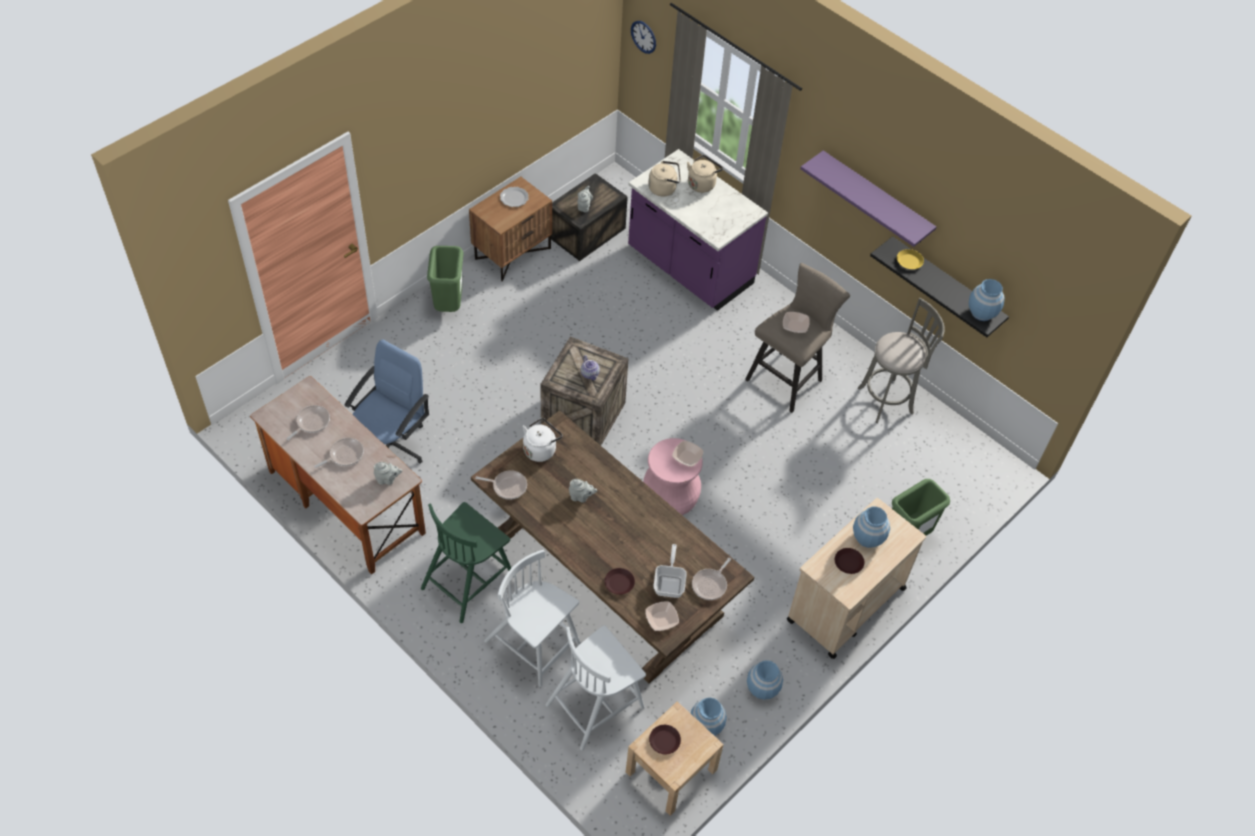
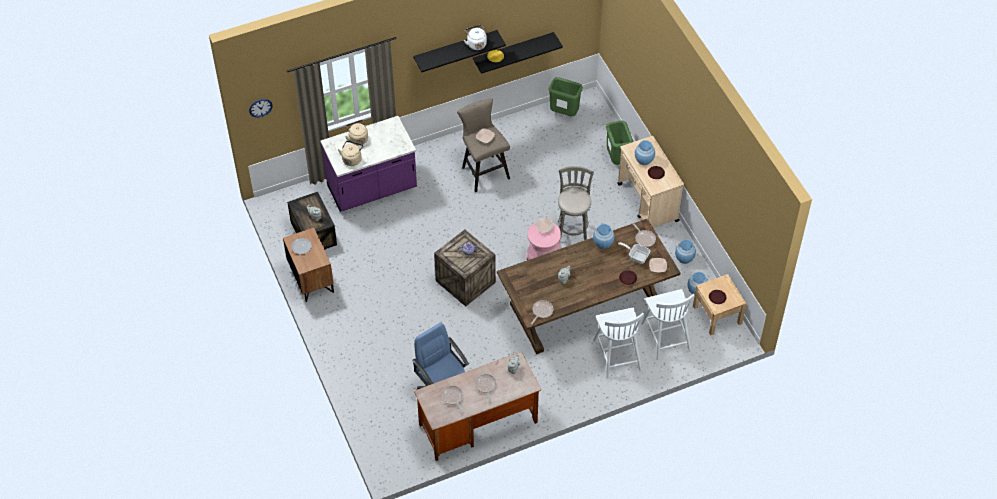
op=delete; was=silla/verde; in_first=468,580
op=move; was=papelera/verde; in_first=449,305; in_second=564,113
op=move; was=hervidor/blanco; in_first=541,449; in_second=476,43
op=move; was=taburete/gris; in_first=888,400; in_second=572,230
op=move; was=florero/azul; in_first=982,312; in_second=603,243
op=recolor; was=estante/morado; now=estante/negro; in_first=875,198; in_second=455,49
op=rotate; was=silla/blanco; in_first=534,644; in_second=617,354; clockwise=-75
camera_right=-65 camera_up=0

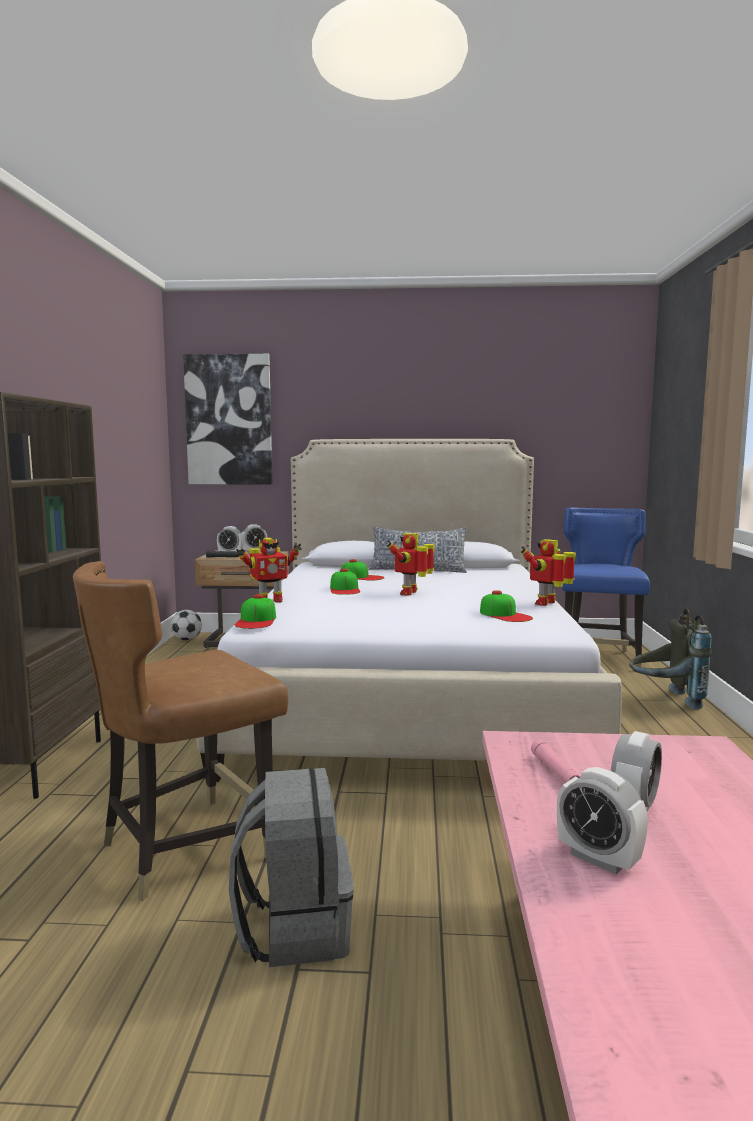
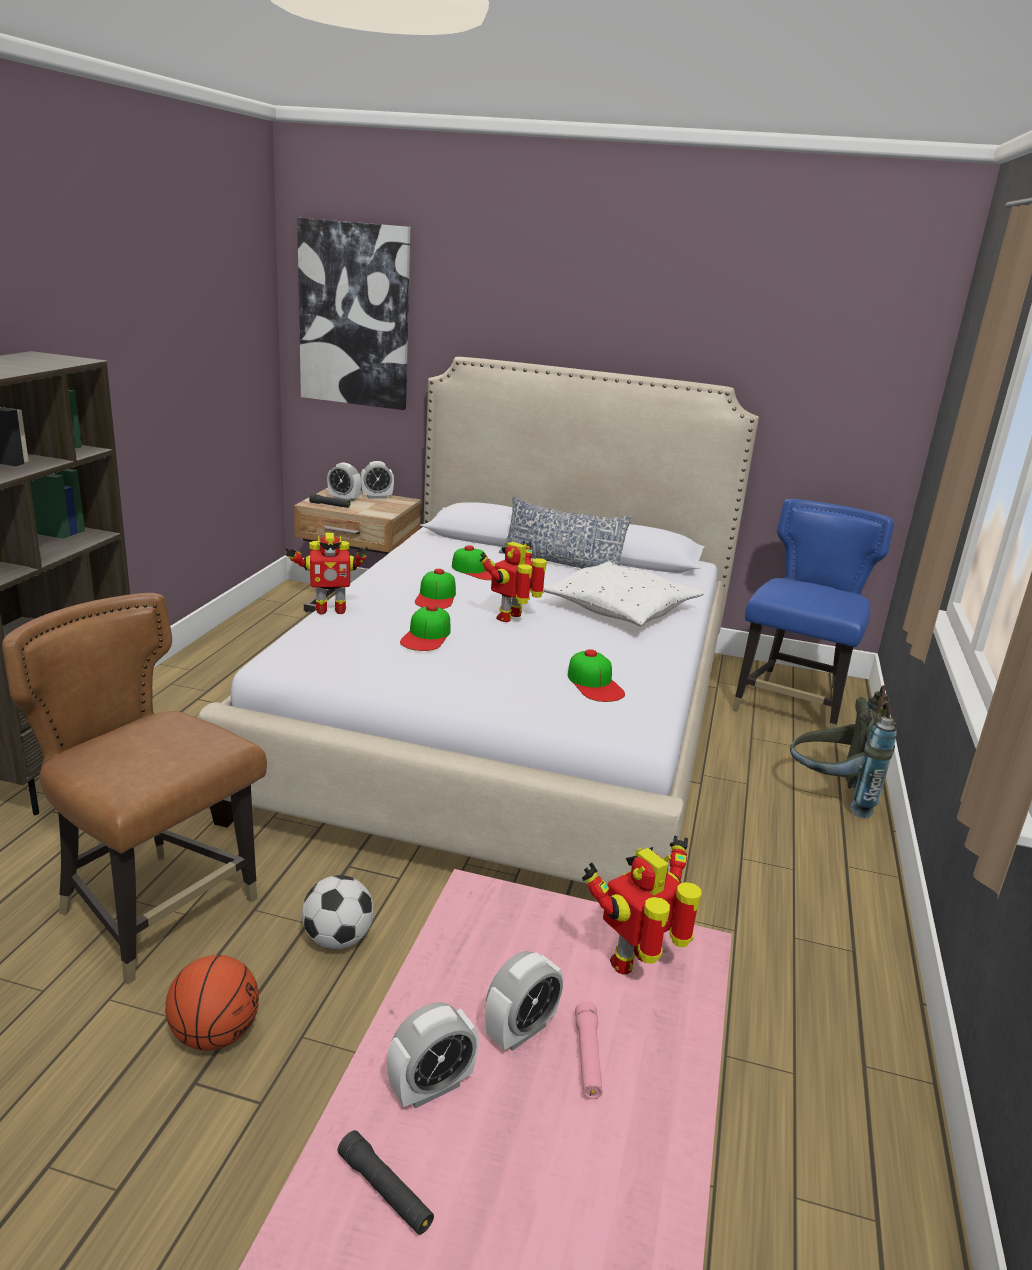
op=insert; now=linterna/negro; in_second=385,1191
op=insert; now=cojín/blanco; in_second=620,608
op=move; was=balón de fútbol; in_first=186,639; in_second=338,939
op=move; was=gorra; in_first=256,620; in_second=426,636
op=move; was=robot de juguete; in_first=548,603; in_second=637,962
op=move; was=linterna/rosa; in_first=555,772; in_second=588,1057
op=replace; was=mochila/gris; now=balón de baloncesto; in_first=294,928; in_second=214,1034
op=rotate; was=silla/marrón; in_first=186,847; in_second=155,910; clockwise=60
op=rotate; was=despertador; in_first=598,858; in_second=431,1087; clockwise=-90
camera_right=10 camera_up=15

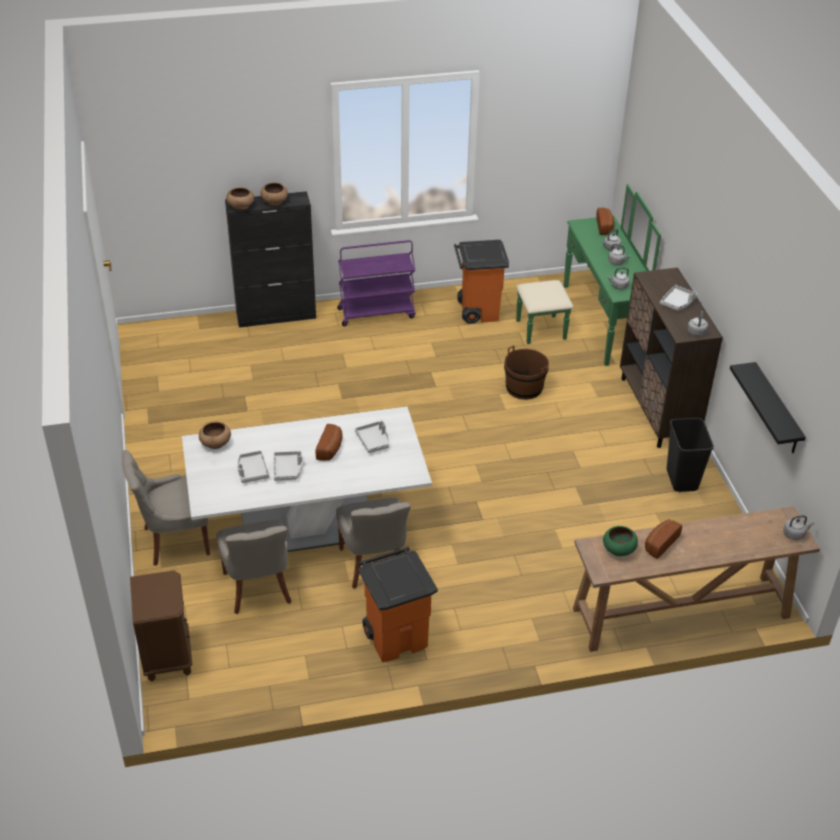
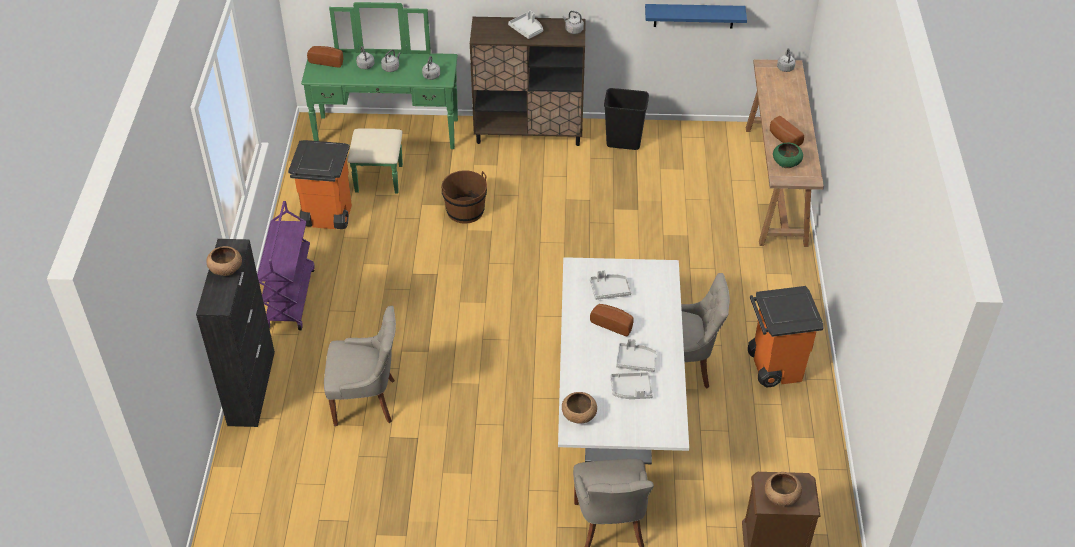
op=move; was=silla/gris; in_first=258,589; in_second=366,401
op=move; was=cuenco/marrón; in_first=240,206; in_second=781,496
op=recolor; was=estante/negro; now=estante/azul; in_first=776,410; in_second=694,16
camera_right=-75 camera_up=5

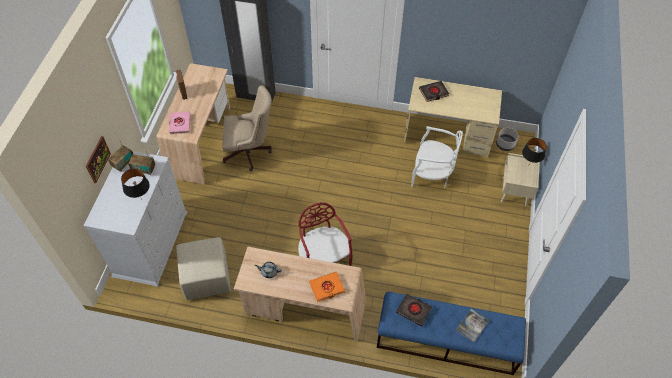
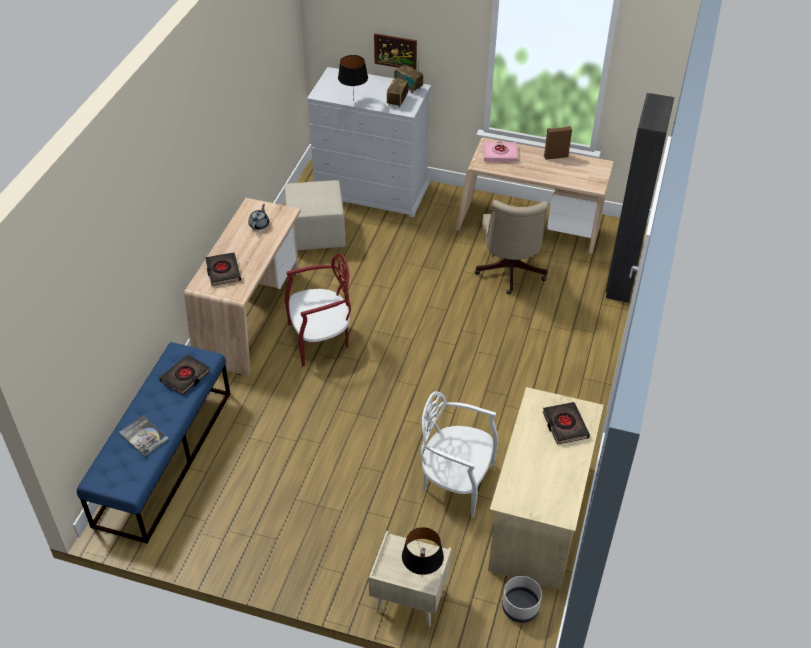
op=recolor; was=libro/naranja; now=libro/negro; in_first=327,288; in_second=223,271
op=rotate; was=silla/blanco; in_first=432,175; in_second=456,482; clockwise=90
camera_right=95 camera_up=-10

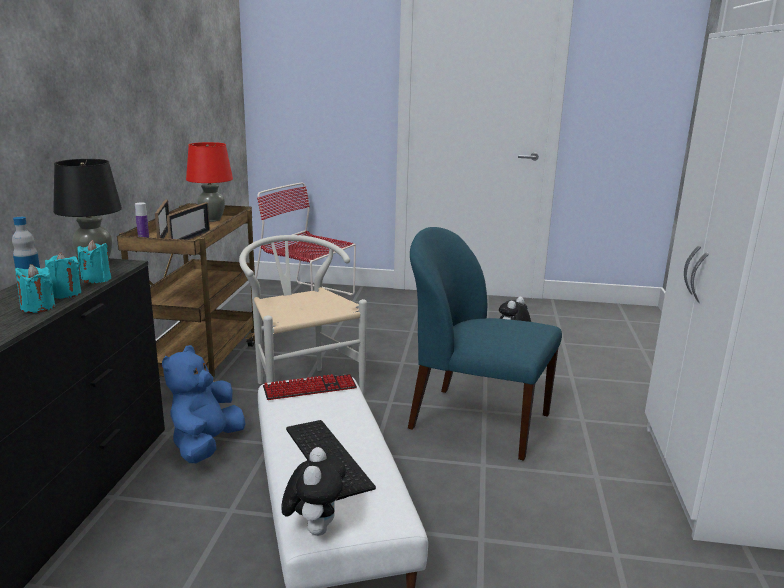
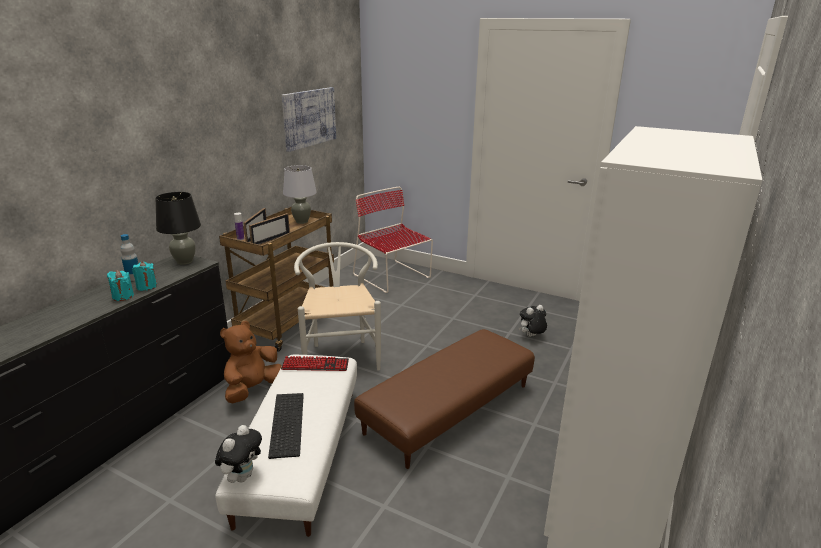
op=delete; was=vela/turquesa; in_first=96,279
op=insert; now=cuadro; in_second=309,118
op=replace; was=silla/azul; now=puf/marrón; in_first=476,421; in_second=448,408
op=recolor; was=peluche/azul; now=peluche/marrón; in_first=206,445; in_second=252,389
op=recolor; was=lámpara de mesa/rojo; now=lámpara de mesa/gris; in_first=212,219; in_second=301,221
camera_right=20 camera_up=5

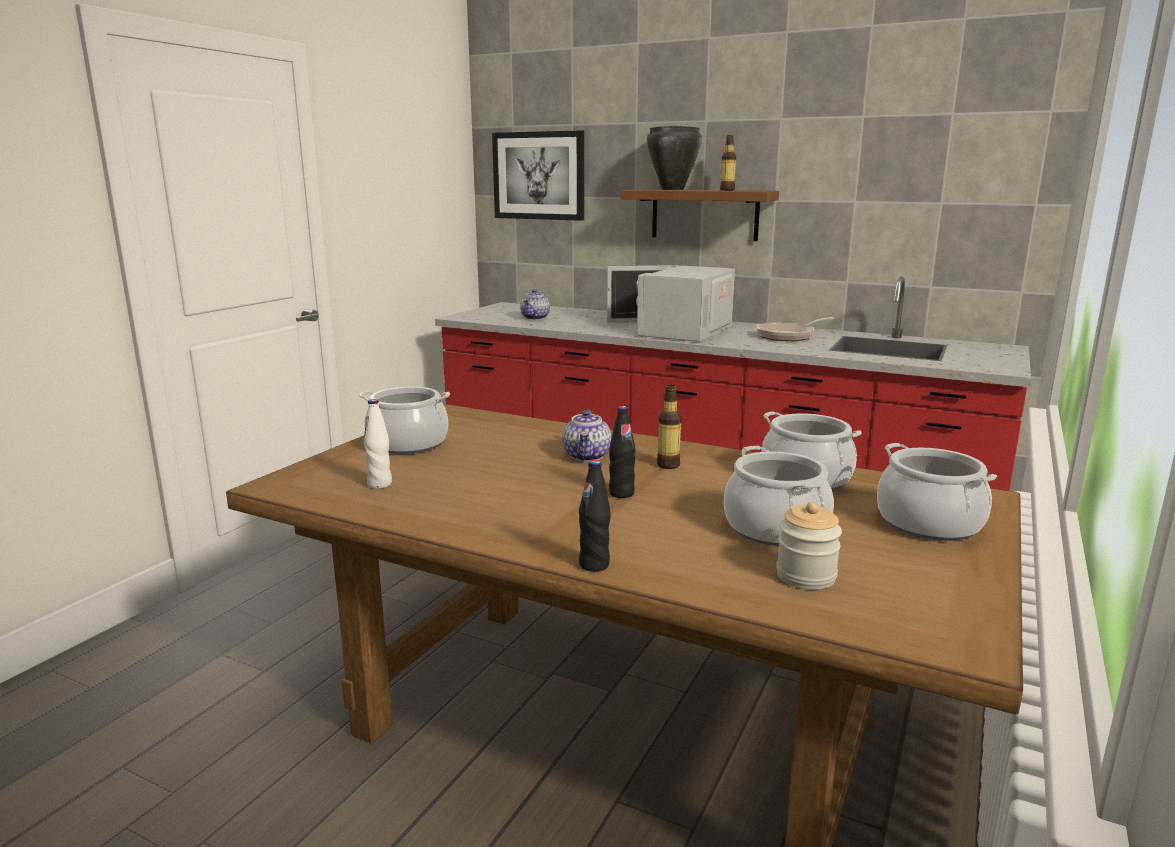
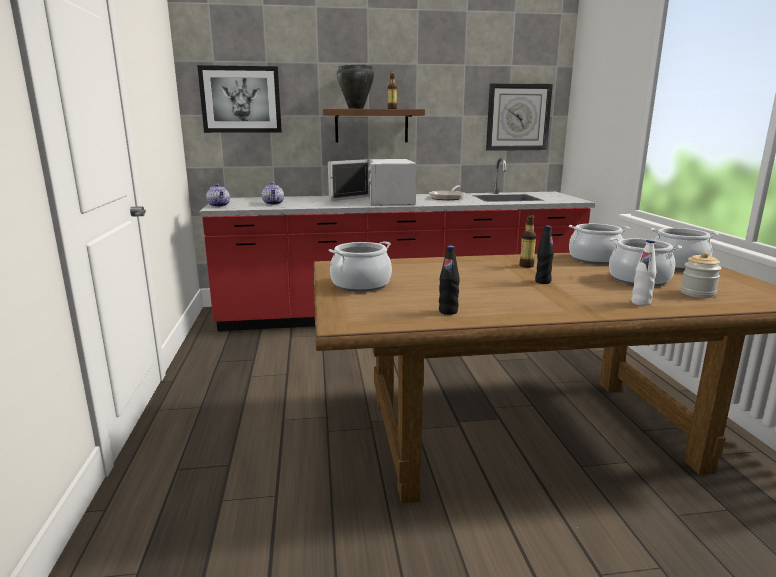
op=insert; now=reloj de pared; in_second=518,117
op=move; was=botella/blanco; in_first=380,484; in_second=641,303
op=move; was=tetera; in_first=587,456; in_second=219,205
op=move; was=botella/negro; in_first=594,565; in_second=448,311
camera_right=-35 camera_up=0

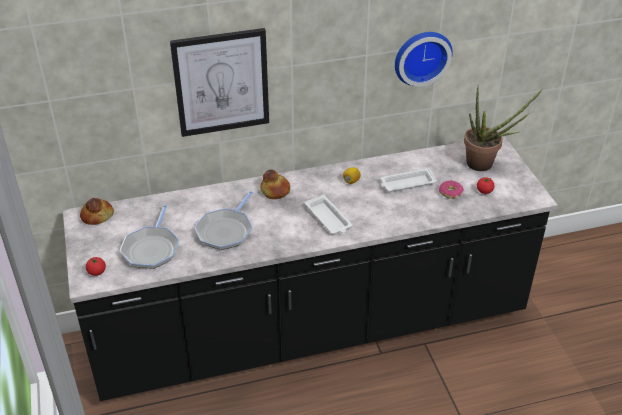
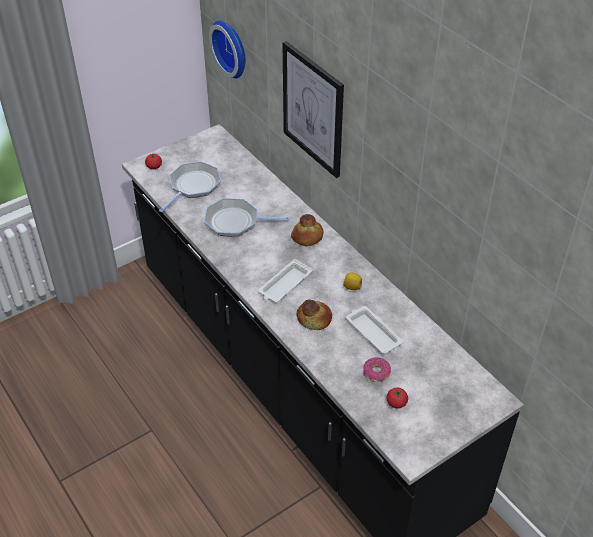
op=delete; was=planta en maceta; in_first=485,164
op=move; was=pan; in_first=97,215; in_second=314,318
op=move; was=reloj de pared; in_first=421,56; in_second=232,47
op=rotate; was=sartén; in_first=151,248; in_second=193,186; clockwise=135
camera_right=70 camera_up=5

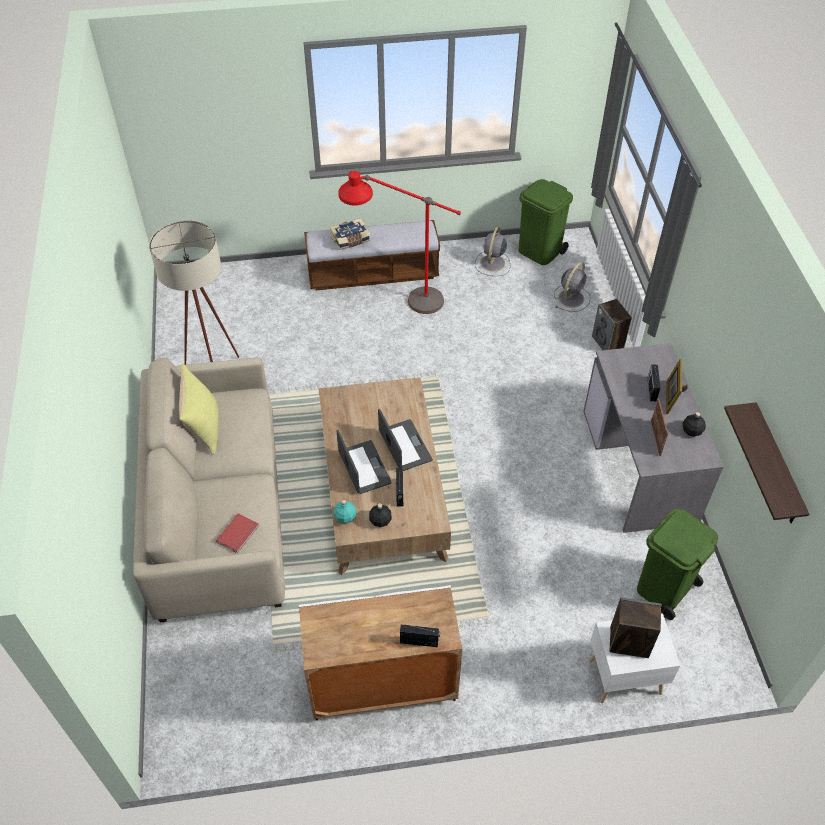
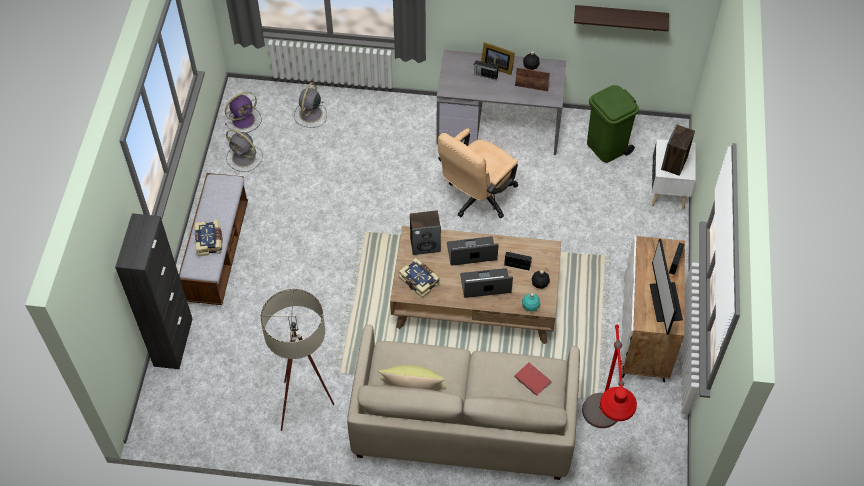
op=insert; now=armario/negro; in_second=173,342
op=insert; now=libro; in_second=420,280
op=insert; now=silla de oficina/beis; in_second=477,198
op=insert; now=monitor; in_second=664,302
op=move; was=lámpara de pie/rojo; in_first=400,303; in_second=600,435
op=move; was=altavoz; in_first=608,342; in_second=425,245
op=replace; was=papelera/verde; now=ventilador/morado; in_first=540,251; in_second=244,120
op=rotate; was=ventilador/gris; in_first=571,297; in_second=310,114; clockwise=-120
camera_right=-75 camera_up=5

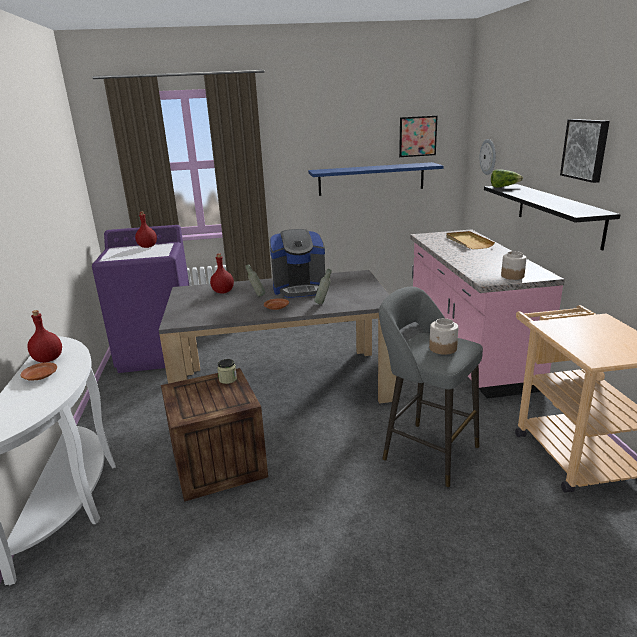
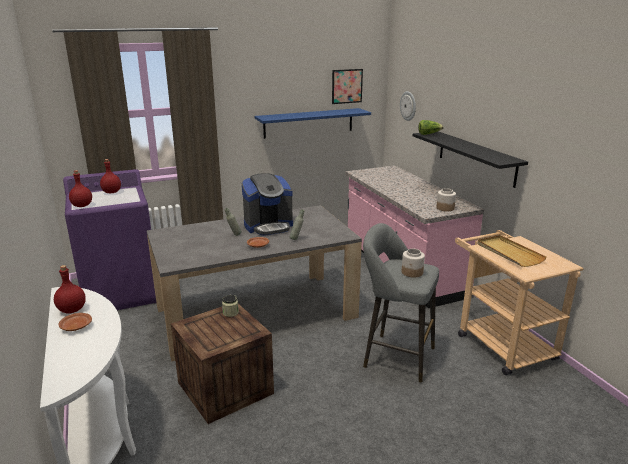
op=delete; was=cuadro; in_first=586,149
op=move; was=botella/rojo; in_first=223,292; in_second=82,205
op=move; was=bandeja/beis; in_first=468,242; in_second=509,253
camera_right=-15 camera_up=0

